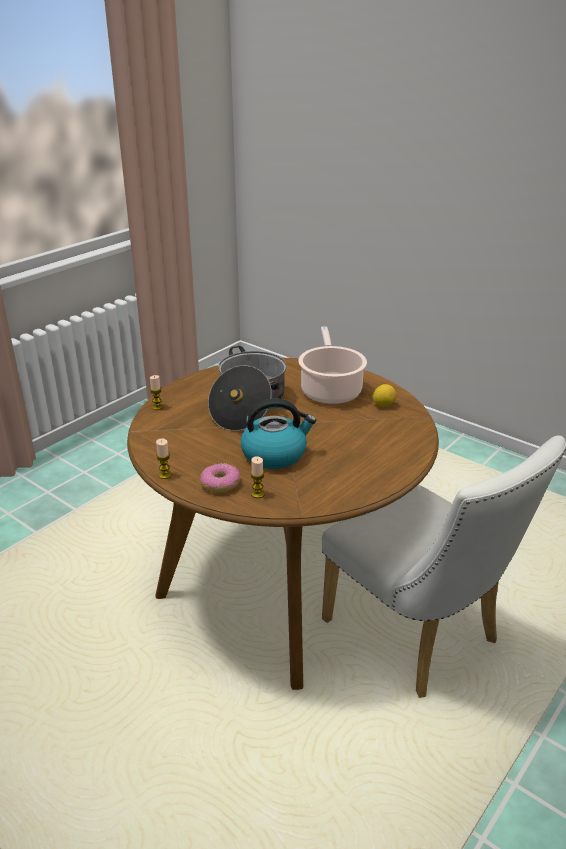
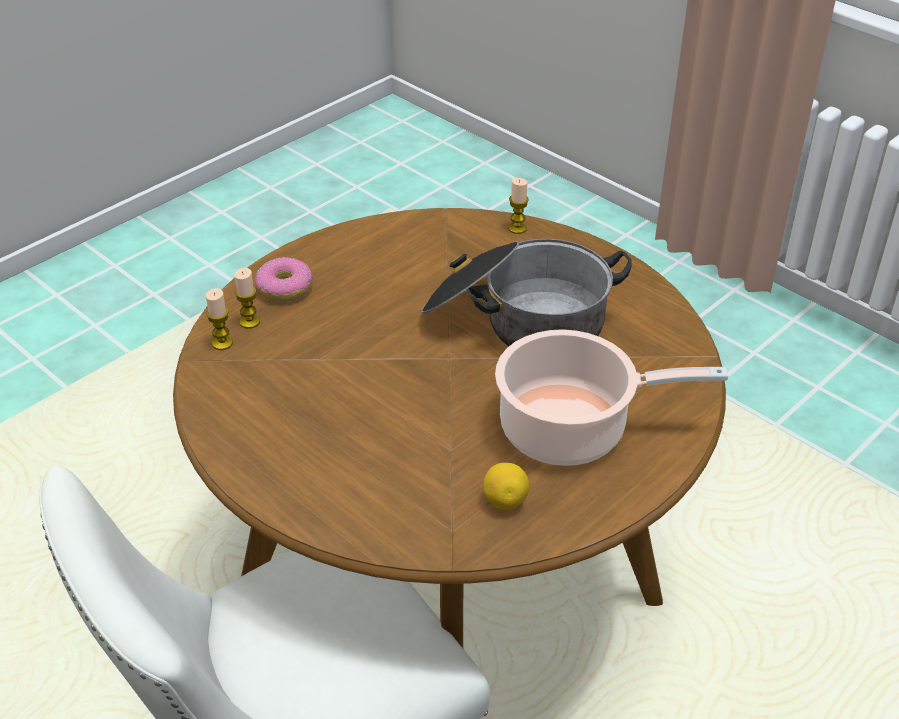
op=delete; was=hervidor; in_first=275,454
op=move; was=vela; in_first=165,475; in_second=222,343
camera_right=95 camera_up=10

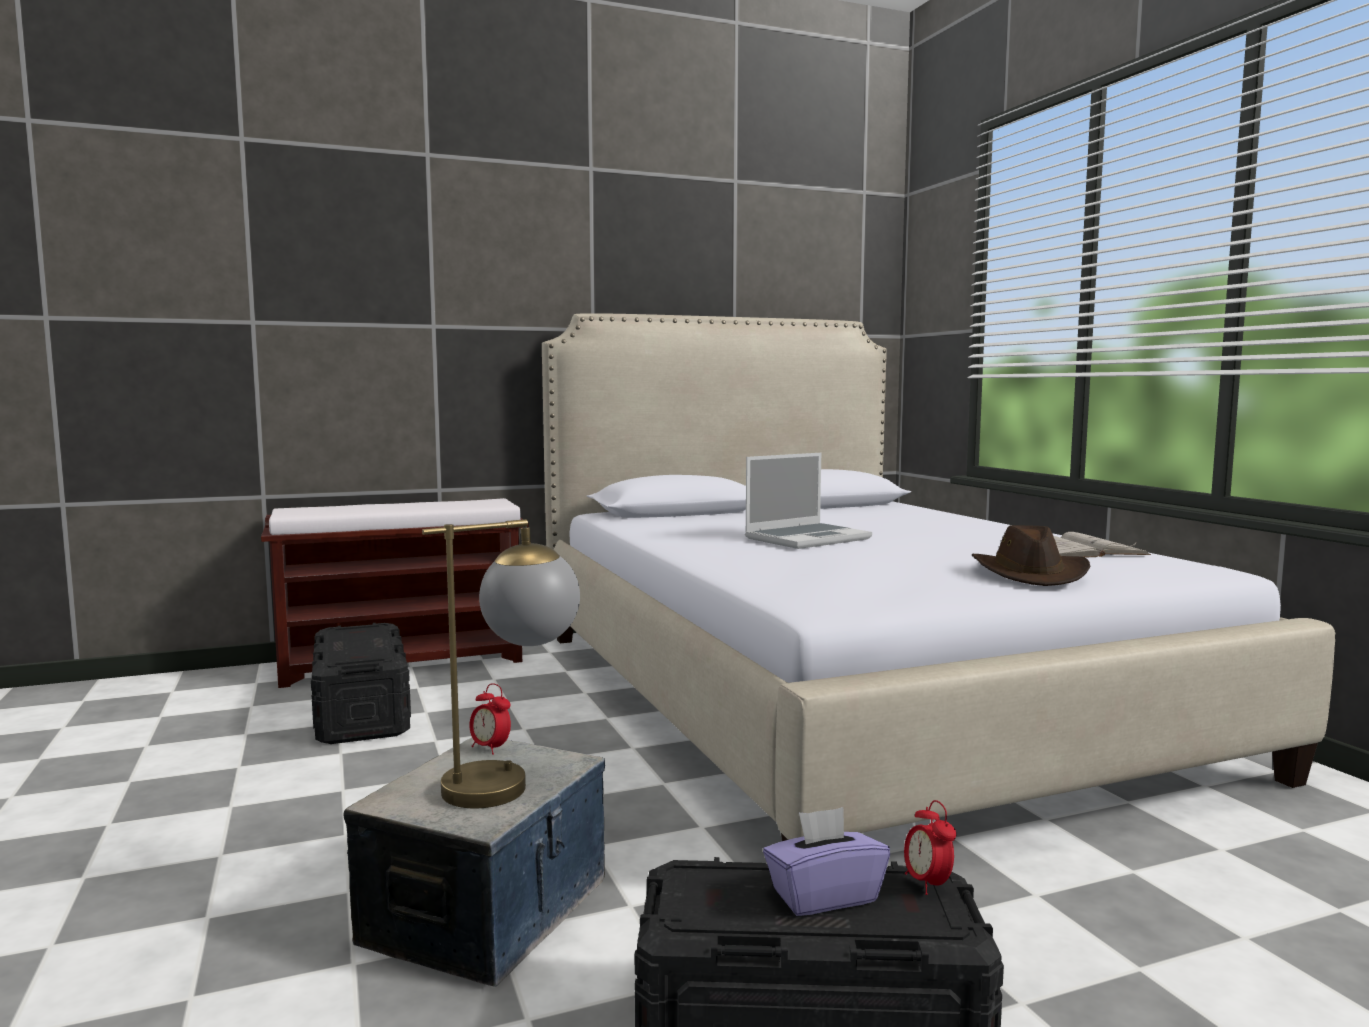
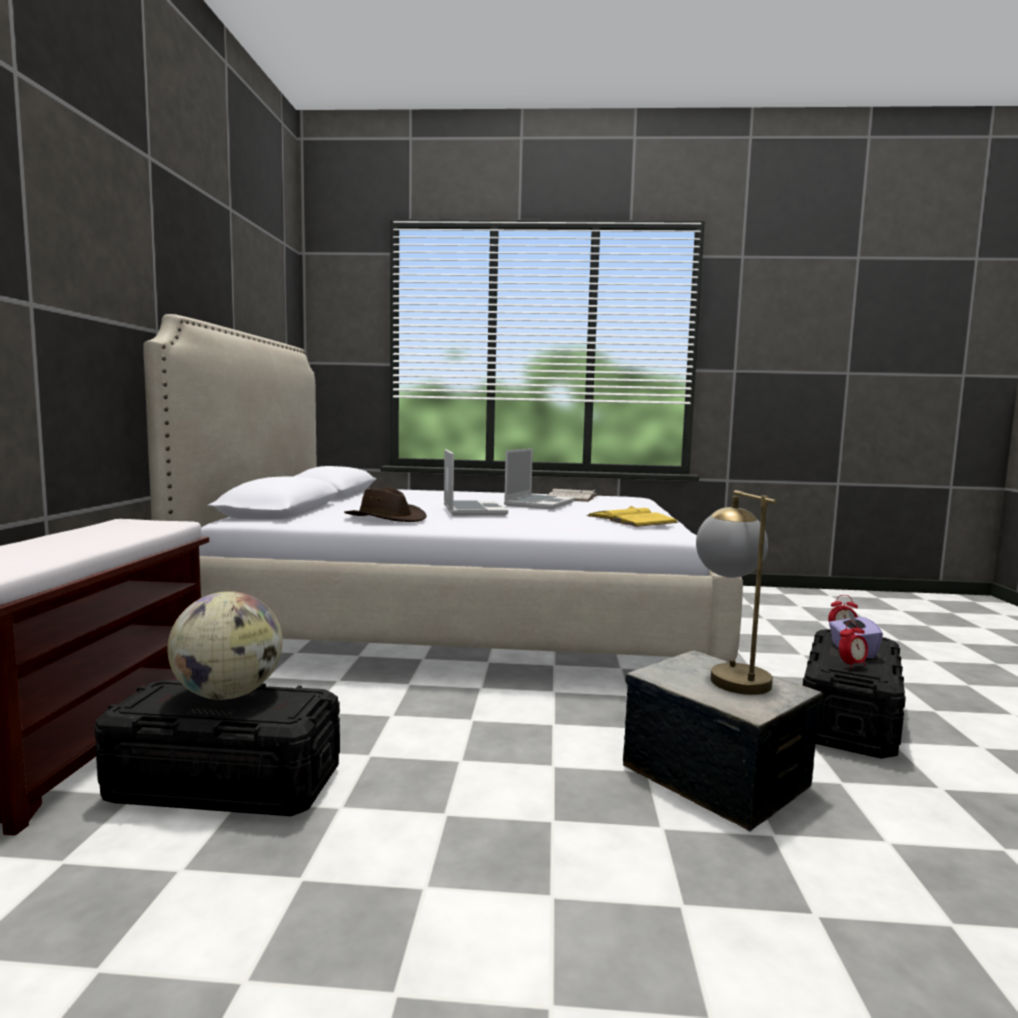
op=insert; now=globo terráqueo; in_second=228,695
op=insert; now=portátil; in_second=539,504
op=insert; now=libro/amarillo; in_second=631,519
op=move; was=despertador; in_first=490,748; in_second=851,665
op=move; was=sombrero/marrón; in_first=1030,575; in_second=386,518
camera_right=-65 camera_up=0

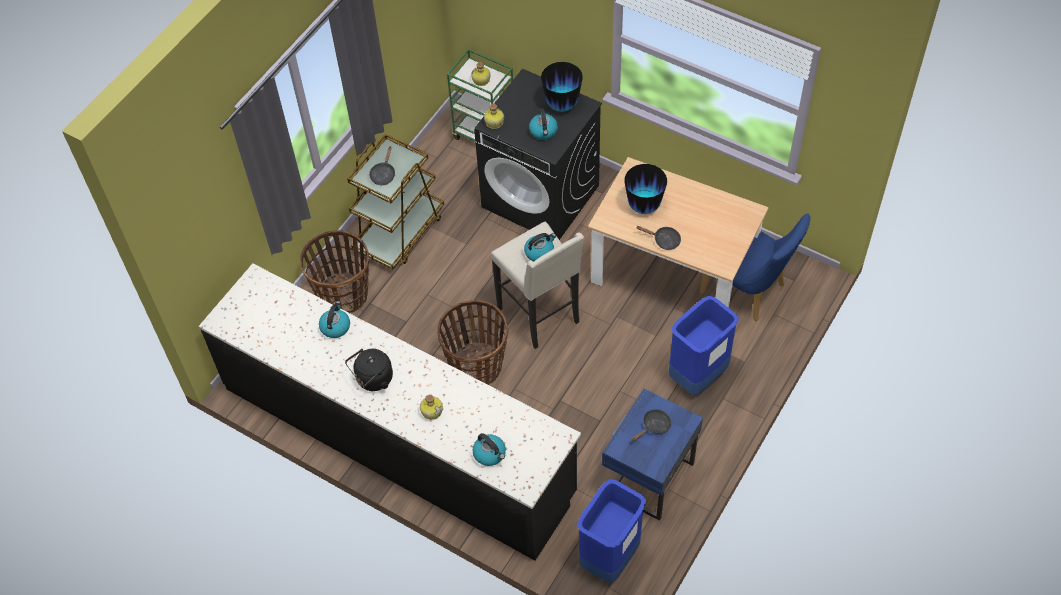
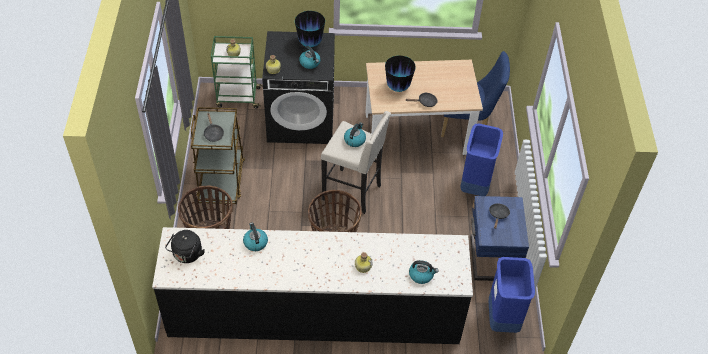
op=move; was=hervidor/negro; in_first=372,380; in_second=187,255
camera_right=-35 camera_up=-5

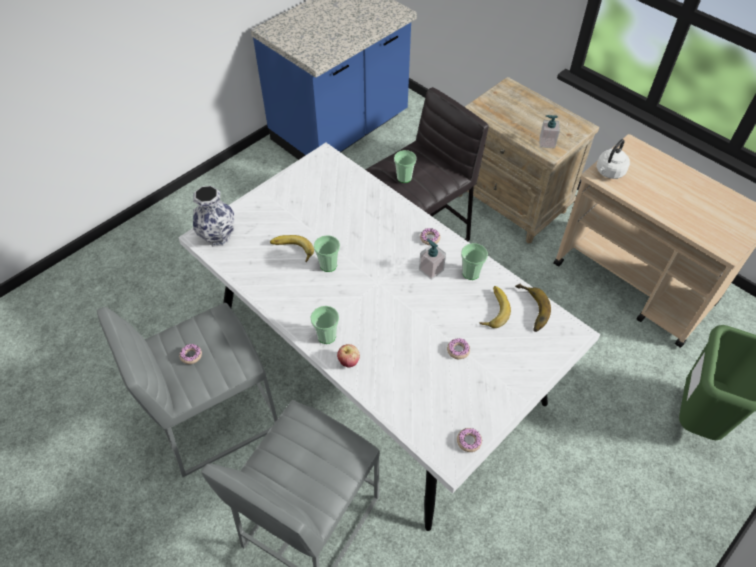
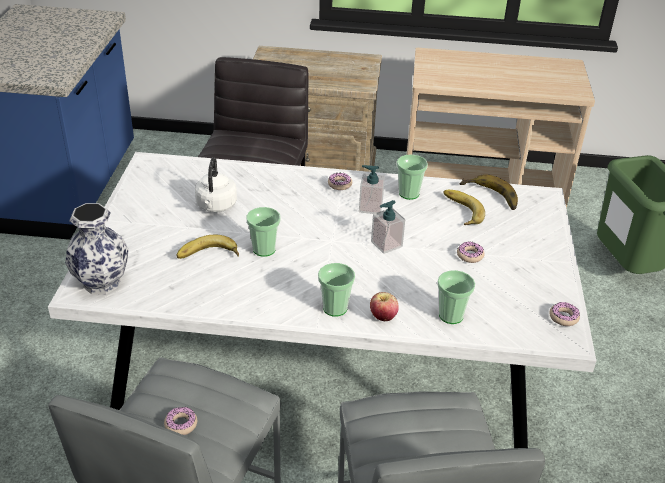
op=move; was=taza; in_first=404,177; in_second=451,315
op=move; was=dispensador de jabón; in_first=547,143; in_second=386,244
op=move; was=hervidor/blanco; in_first=609,172; in_second=216,206
camera_right=-40 camera_up=-15

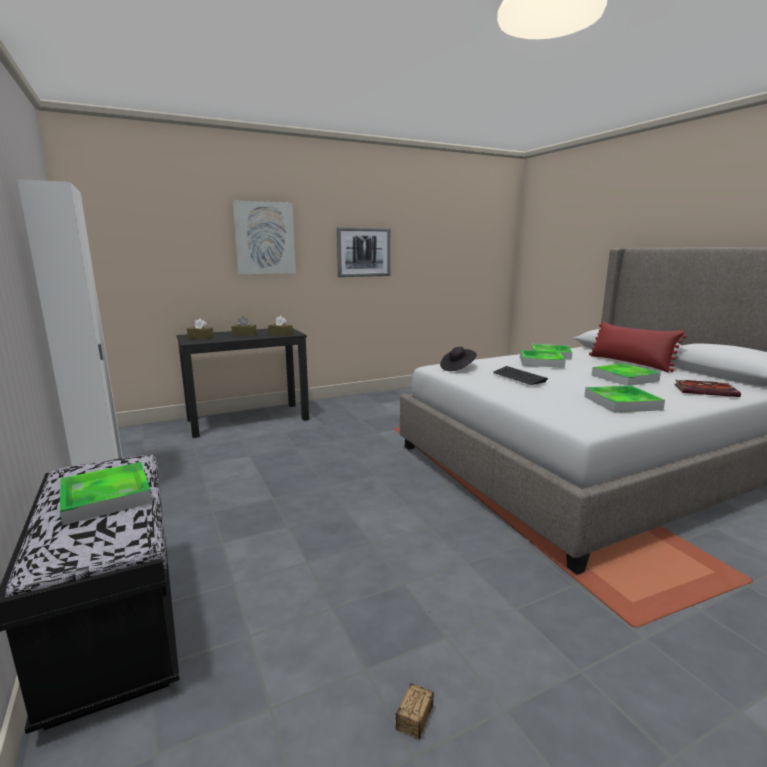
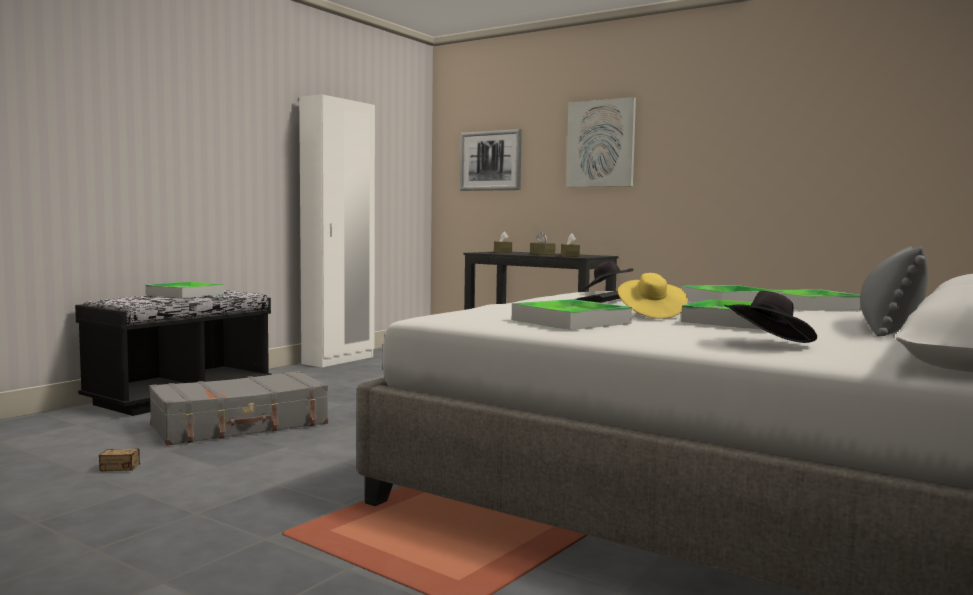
op=insert; now=maleta/gris; in_second=241,425
op=insert; now=sombrero/amarillo; in_second=650,314
op=move; was=cuadro; in_first=363,252; in_second=490,160
op=replace; was=libro; now=sombrero/negro; in_first=706,391; in_second=768,344
op=recolor; was=cojín/rojo; now=cojín/gris; in_first=630,363; in_second=890,326
camera_right=60 camera_up=-10

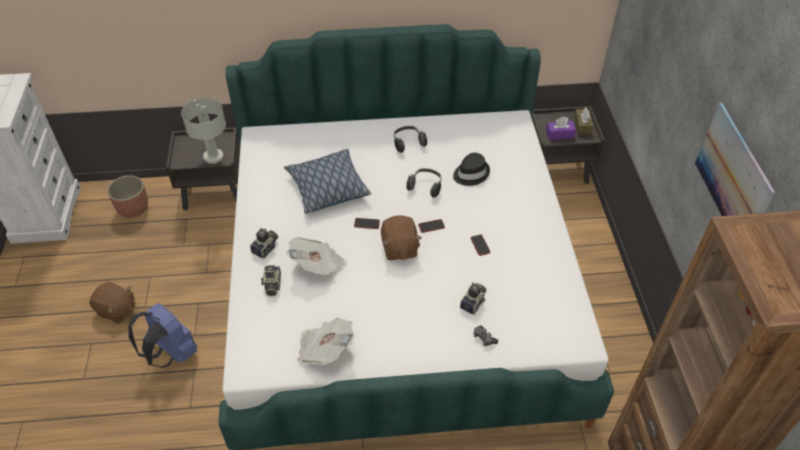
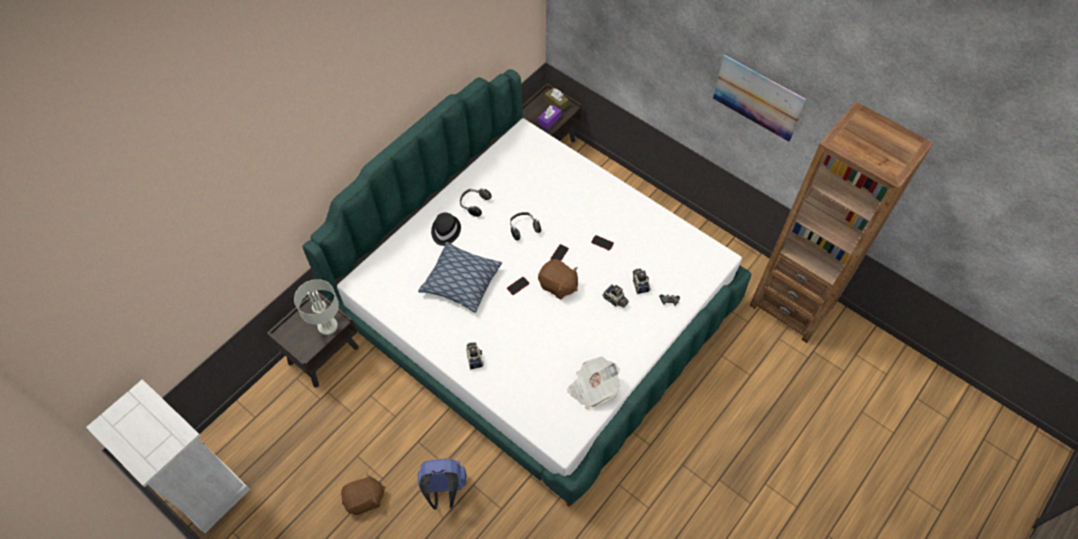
op=delete; was=maceta; in_first=133,208
op=delete; was=periódico; in_first=318,265
op=move; was=cámara; in_first=272,285; in_second=615,300
op=move; was=sombrero/negro; in_first=470,173; in_second=445,231
camera_right=-45 camera_up=10

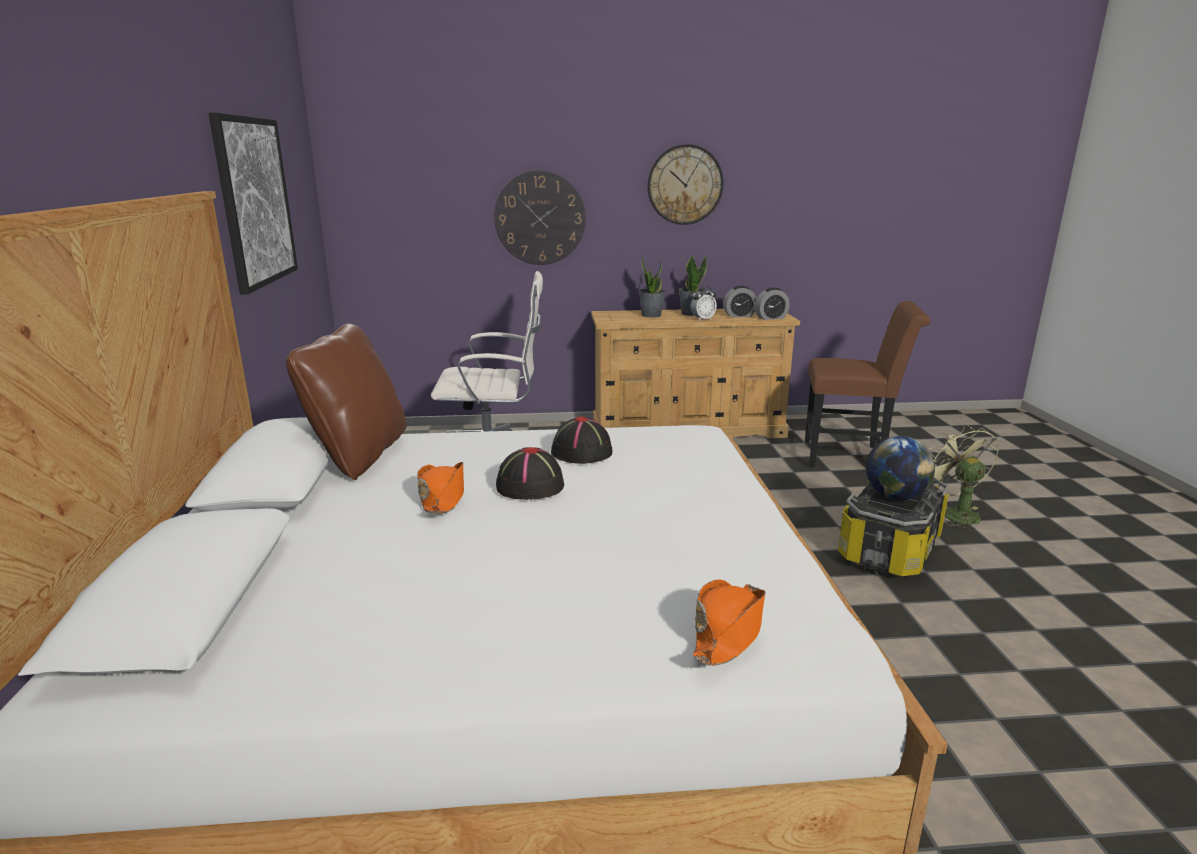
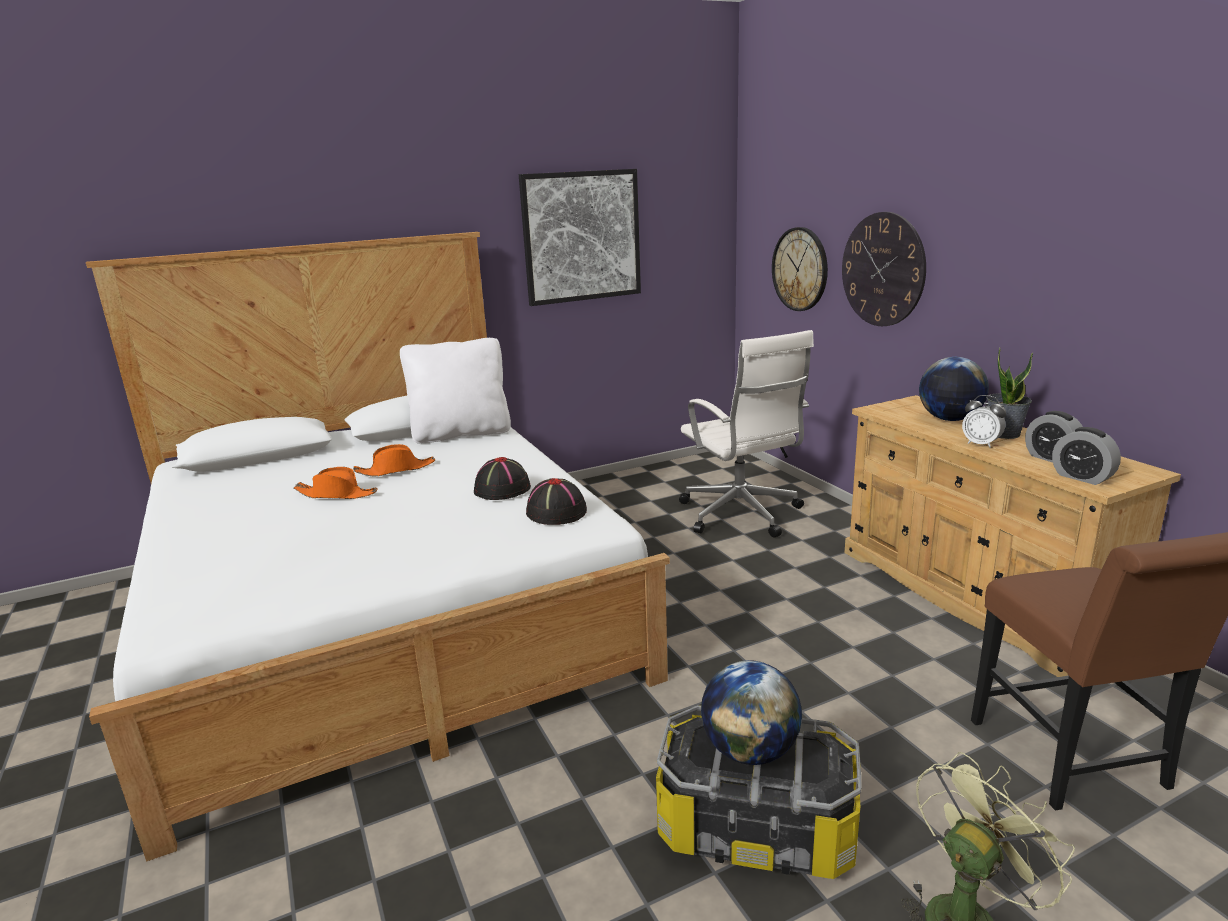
op=move; was=sombrero/negro; in_first=529,486; in_second=555,512
op=move; was=reloj de pared; in_first=685,185; in_second=800,269
op=move; was=sombrero/naranja; in_first=729,631; in_second=337,494
op=replace; was=planta en maceta; now=globo terráqueo; in_first=651,315; in_second=949,419
op=recolor; was=cojín/marrón; now=cojín/blanco; in_first=359,455; in_second=461,433
camera_right=70 camera_up=0

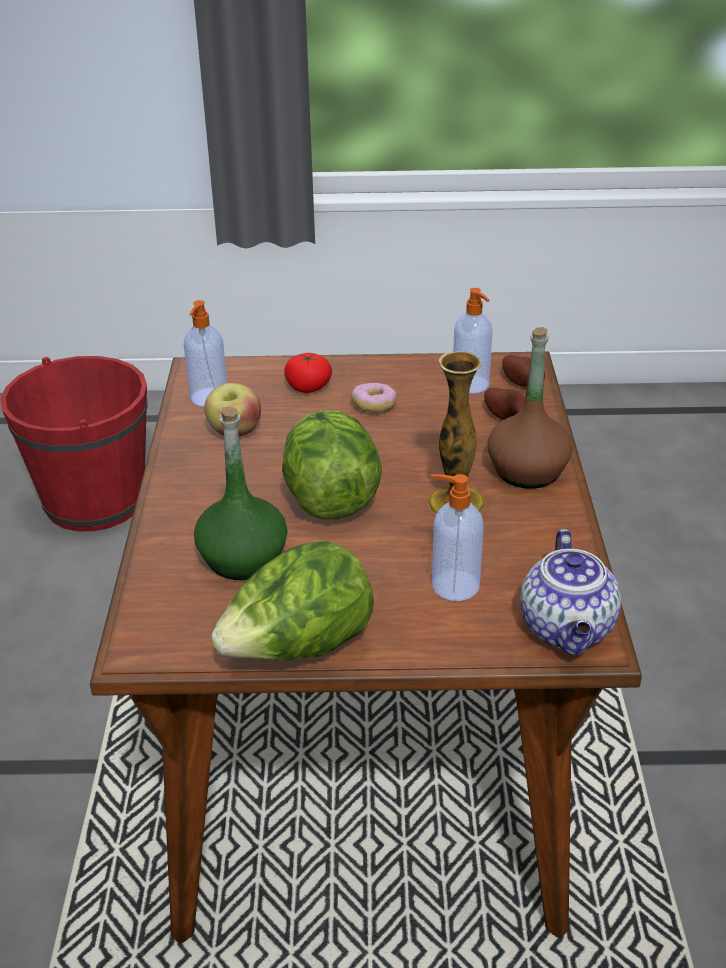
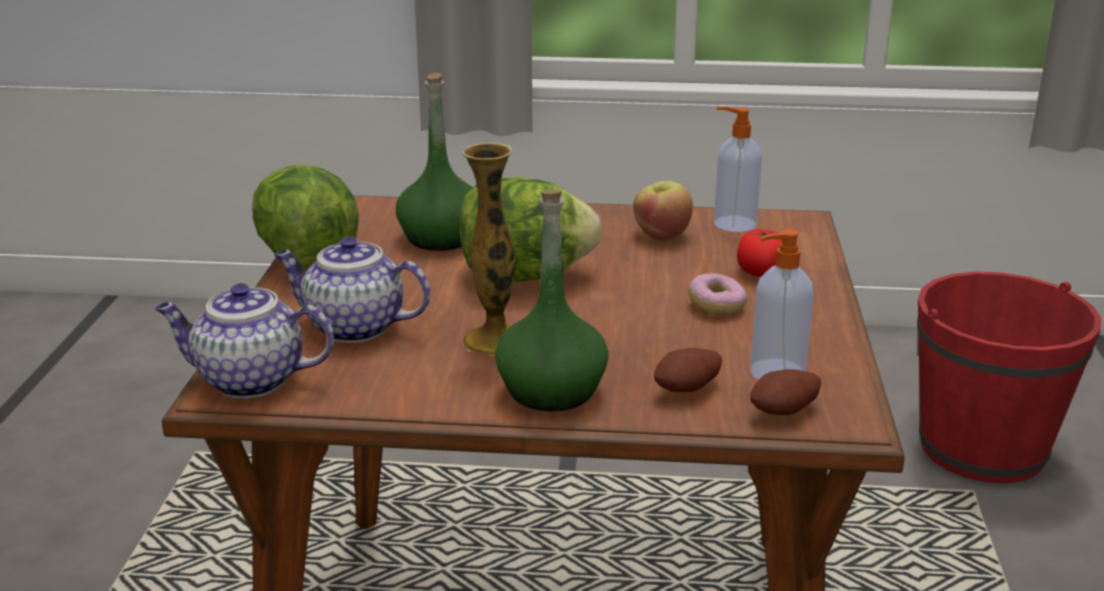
op=replace; was=dispensador de jabón; now=tetera; in_first=453,585; in_second=352,327
op=recolor; was=botella/marrón; now=botella/verde; in_first=527,471; in_second=551,390
camera_right=95 camera_up=-10

